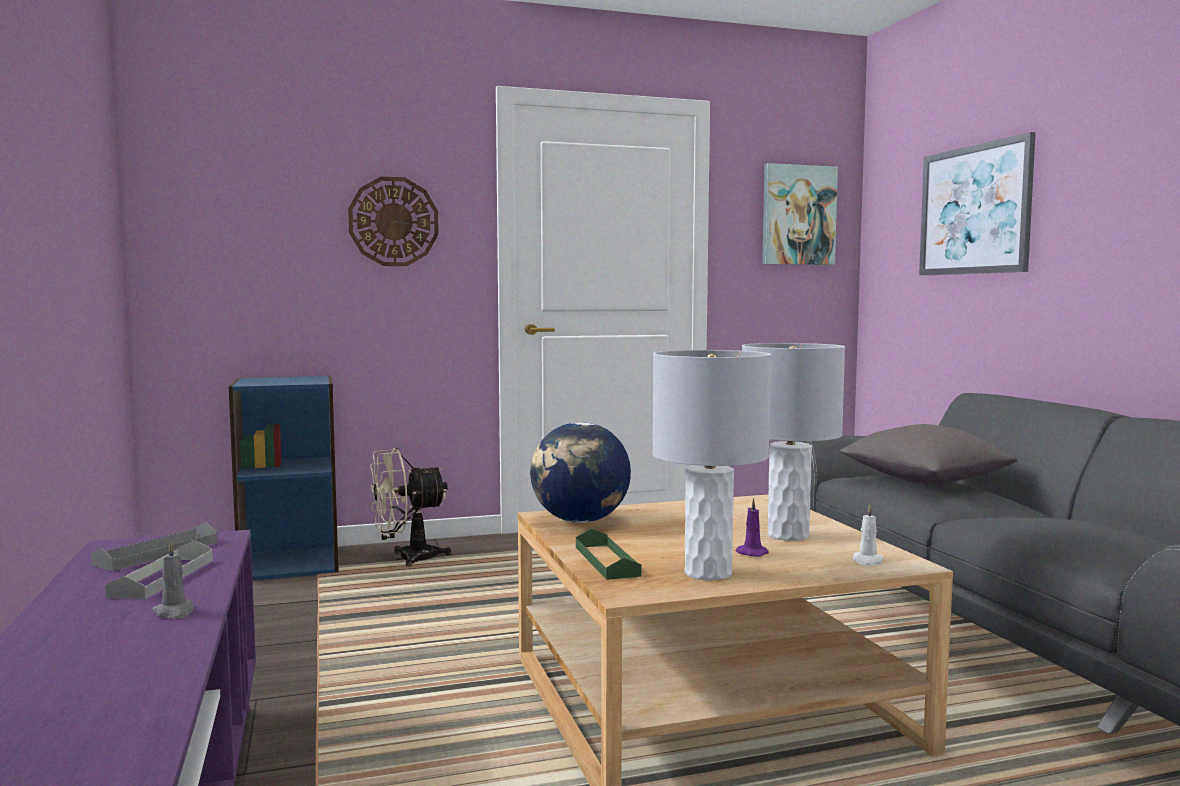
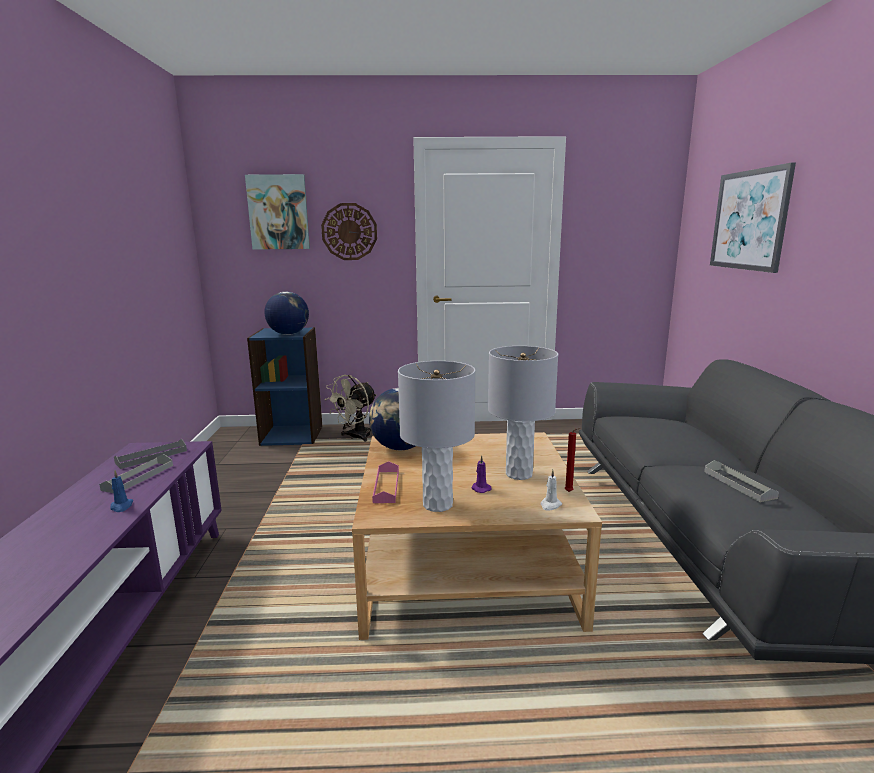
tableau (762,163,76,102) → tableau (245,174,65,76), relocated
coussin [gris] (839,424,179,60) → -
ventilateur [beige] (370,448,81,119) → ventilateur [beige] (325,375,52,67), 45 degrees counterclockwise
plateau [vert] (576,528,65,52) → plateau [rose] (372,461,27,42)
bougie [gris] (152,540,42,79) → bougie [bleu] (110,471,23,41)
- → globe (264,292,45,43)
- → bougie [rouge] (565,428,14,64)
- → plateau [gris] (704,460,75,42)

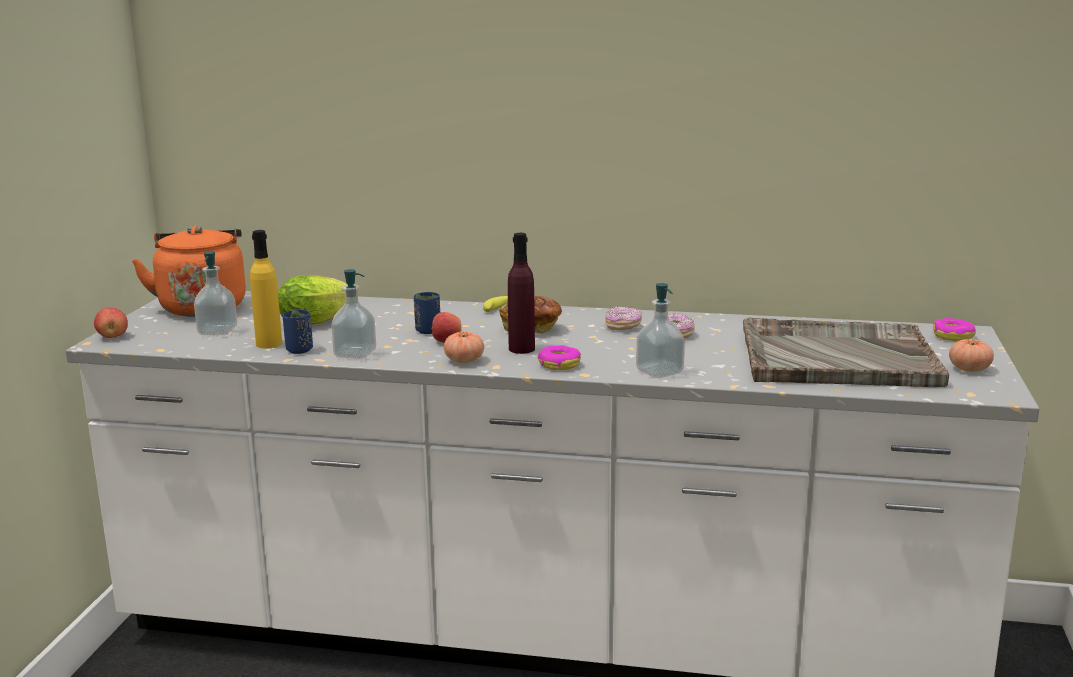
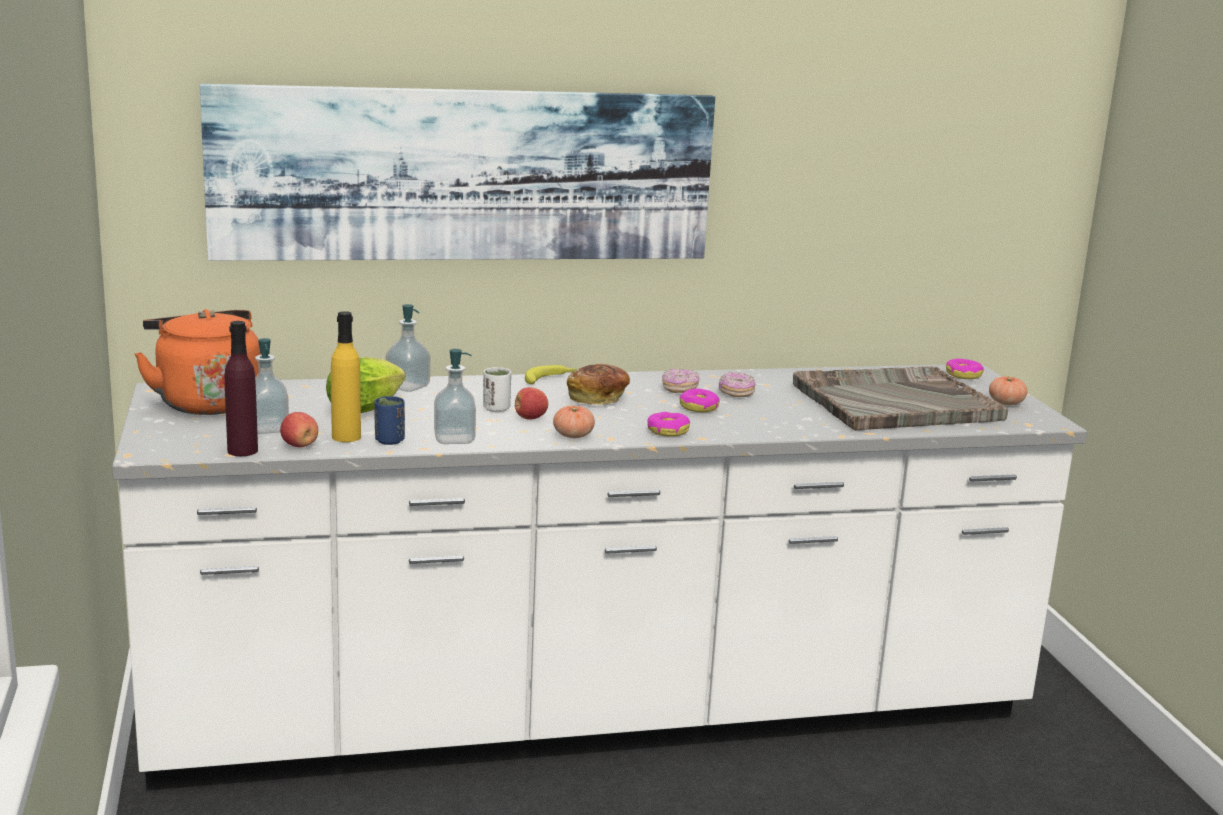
bouteille [violet] (508,233,27,121) → bouteille [violet] (225,321,33,135), relocated
distributeur de savon (636,283,49,95) → distributeur de savon (385,304,45,88), relocated
tasse [bleu] (414,292,26,42) → tasse [blanc] (483,367,28,45)
pomme (94,307,34,31) → pomme (280,412,38,35), relocated
- → tableau (200,84,515,177)
- → beignet (679,388,41,24)

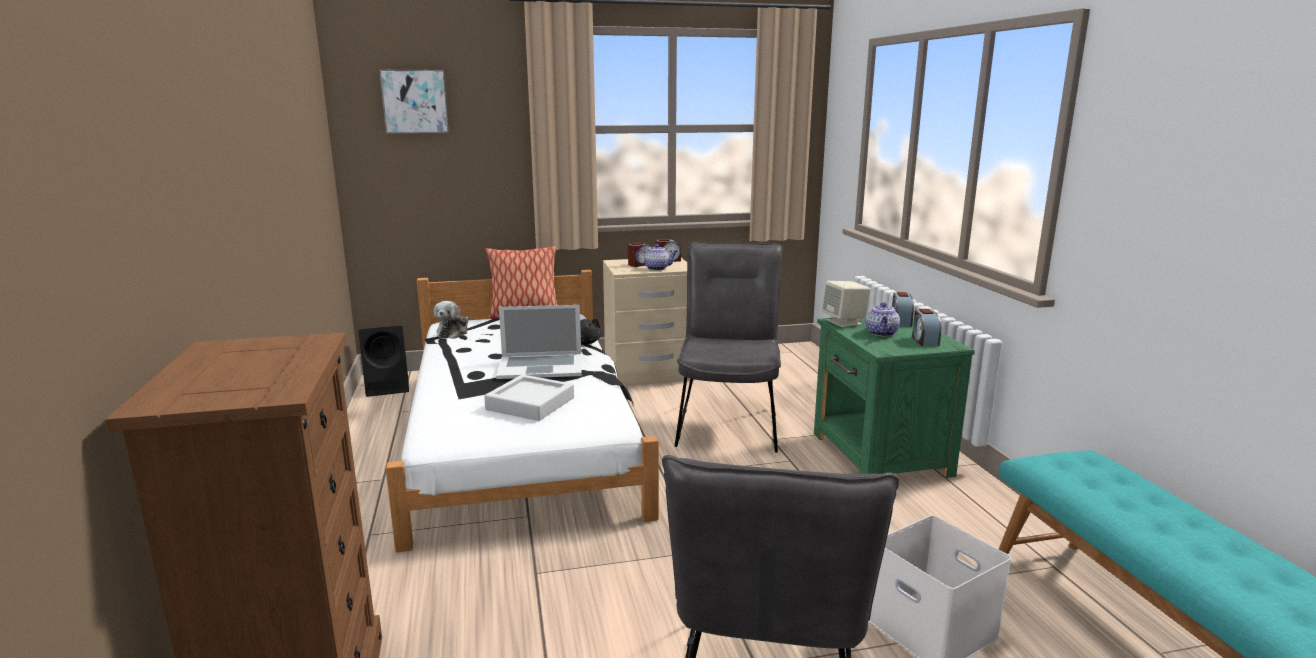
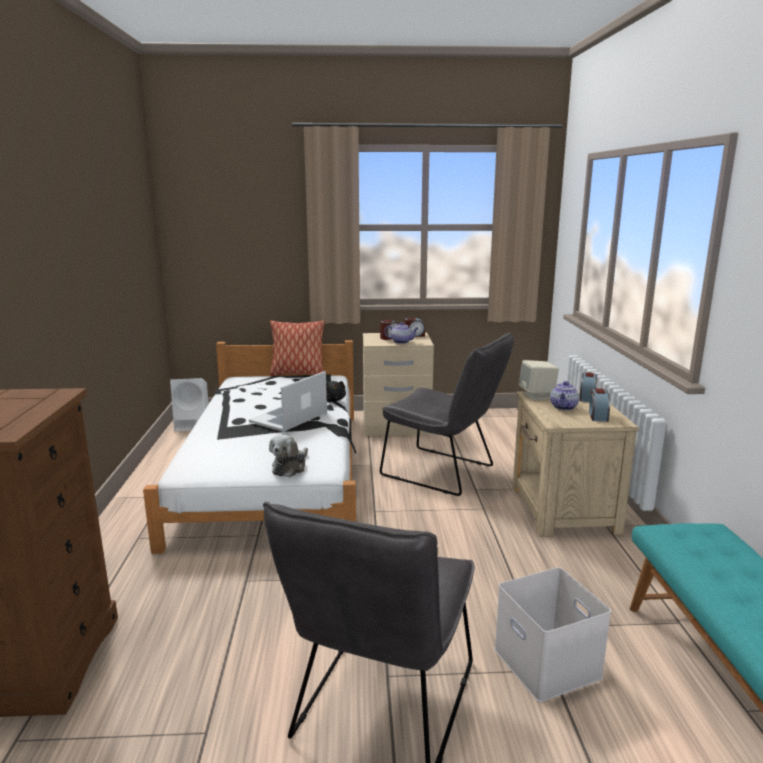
tableau (379,70,70,64) → -
chaise [gris] (675,241,108,212) → chaise [gris] (380,332,134,164), 105 degrees clockwise
peluche (434,301,35,38) → peluche (269,435,39,43), relocated
ordinateur portable (496,305,86,74) → ordinateur portable (249,371,78,61), 120 degrees clockwise
table de chevet [vert] (814,318,161,160) → table de chevet [beige] (513,390,125,147)
enceinte [noir] (358,326,51,71) → enceinte [blanc] (170,378,39,53)
plateau [gris] (484,374,90,47) → -

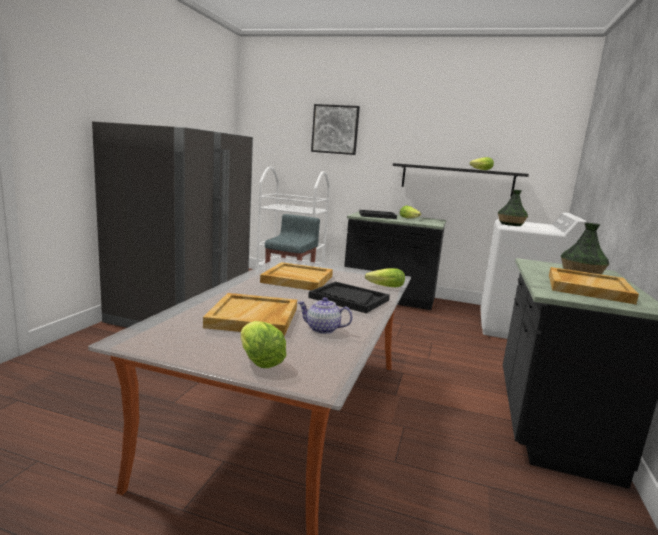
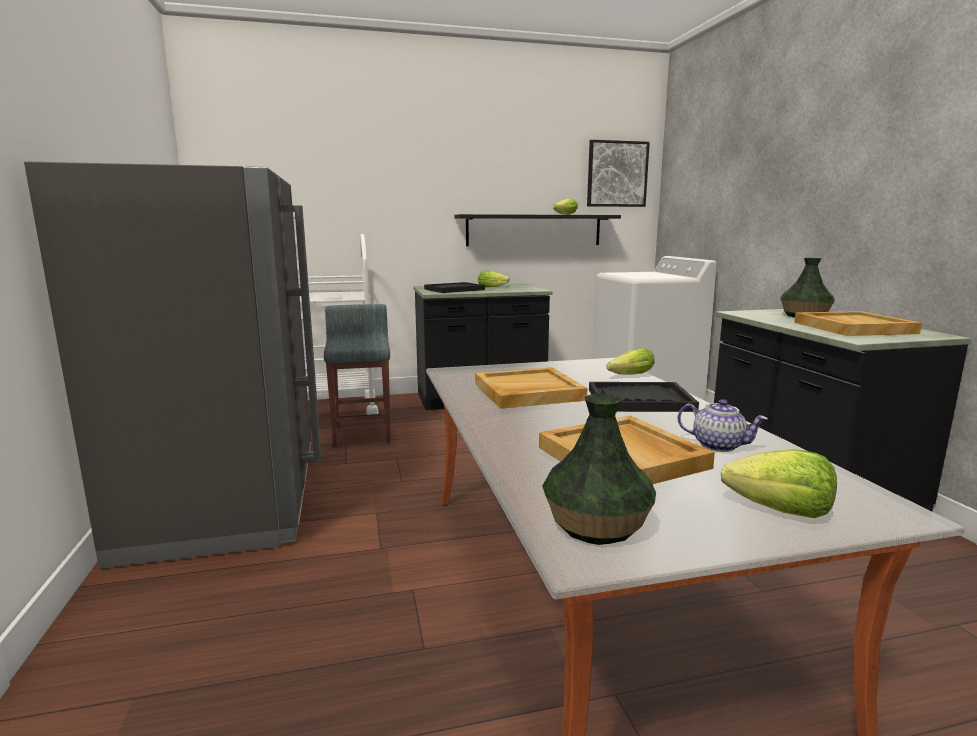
tableau (311,104,49,51) → tableau (587,140,63,67), relocated
vase (498,190,30,36) → vase (542,394,114,151), relocated
théière (298,297,55,37) → théière (678,399,90,53), 135 degrees counterclockwise

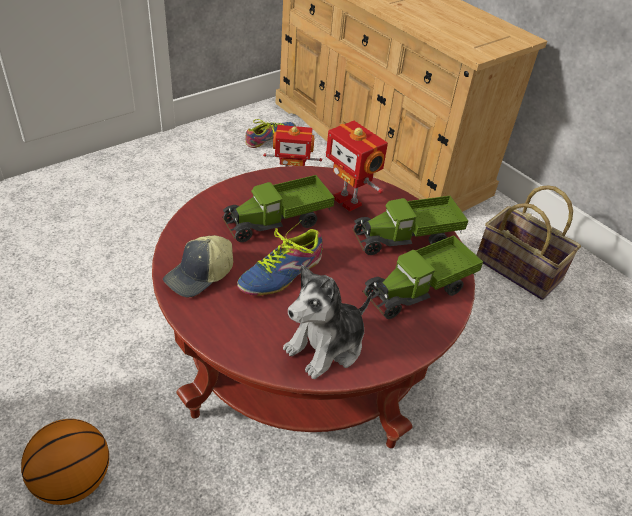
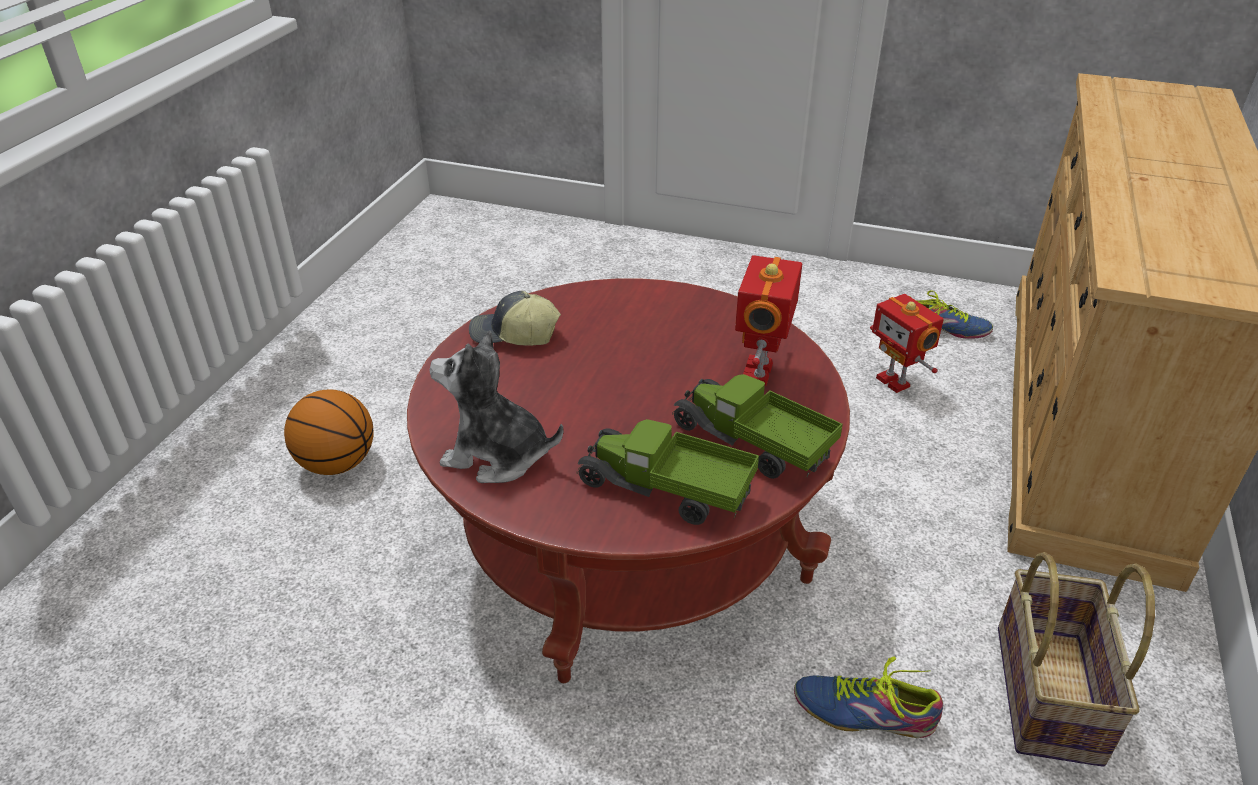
camion jouet (222,175,113,67) → -
chaussure (237,220,86,76) → chaussure (794,656,149,82), relocated

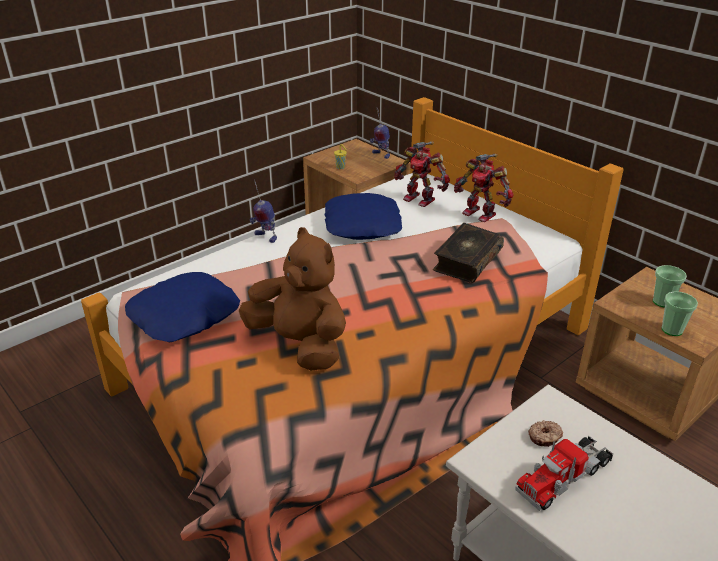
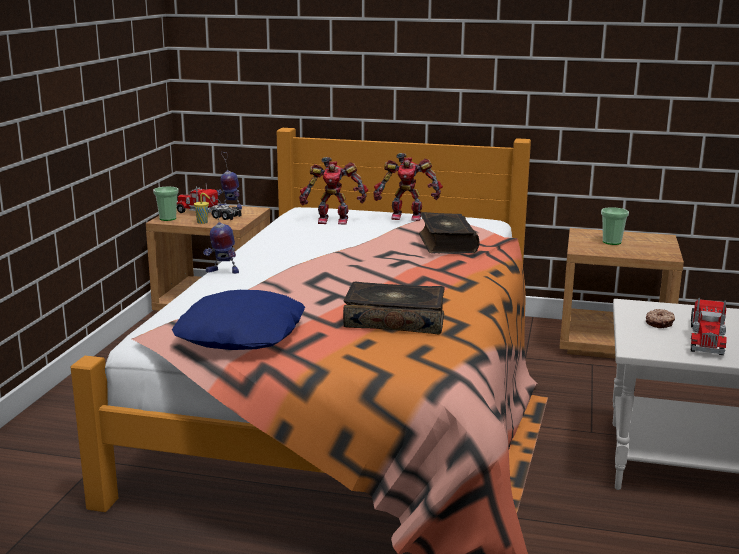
coussin [bleu] (324,193,78,47) → -
peluche [marron] (239,227,107,143) → livre (343,282,102,52)
tasse (662,291,36,45) → tasse (153,187,26,34), relocated
- → camion jouet (177,184,64,36)

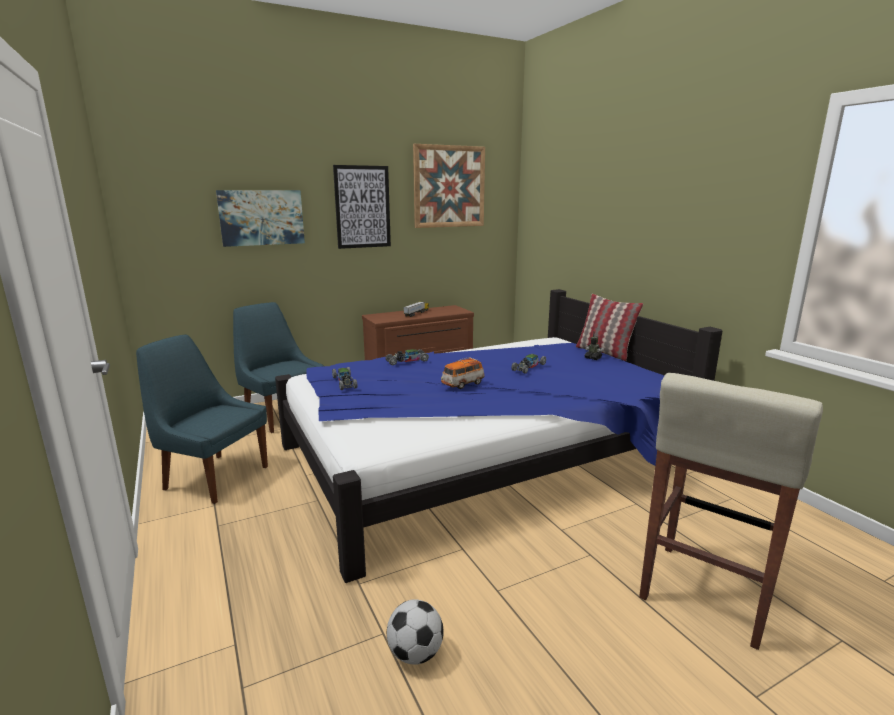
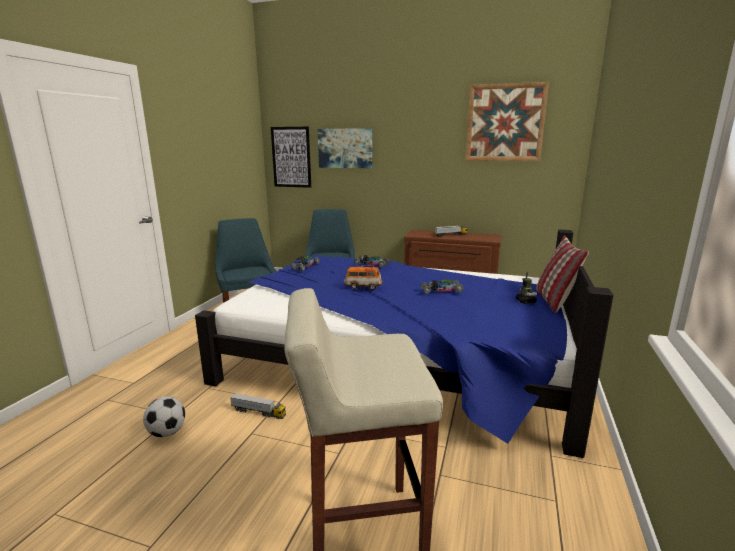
tableau (333,165,58,84) → tableau (271,127,40,61), relocated
- → camion jouet (230,393,56,26)

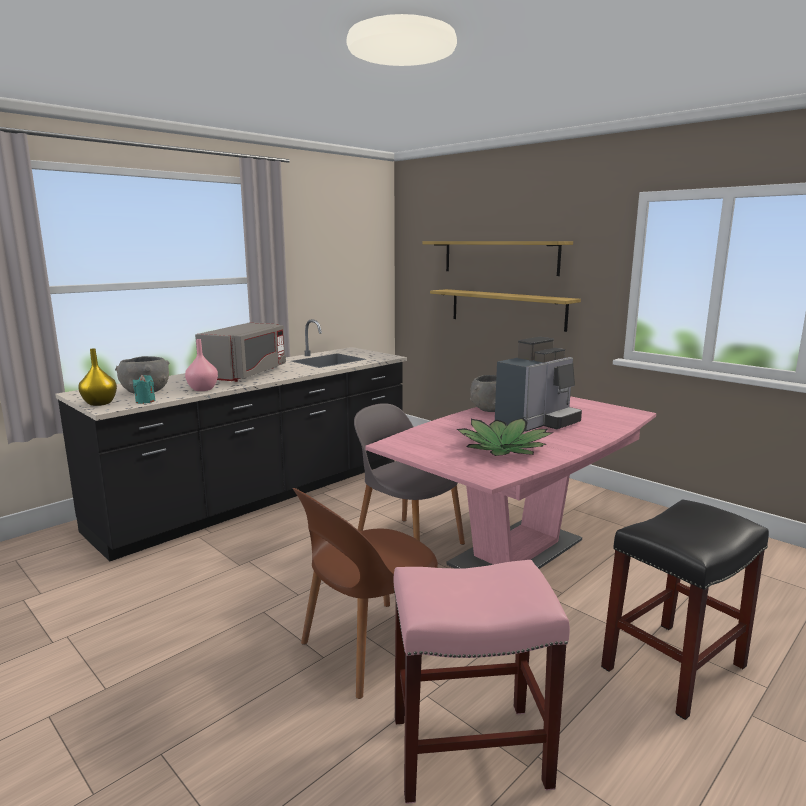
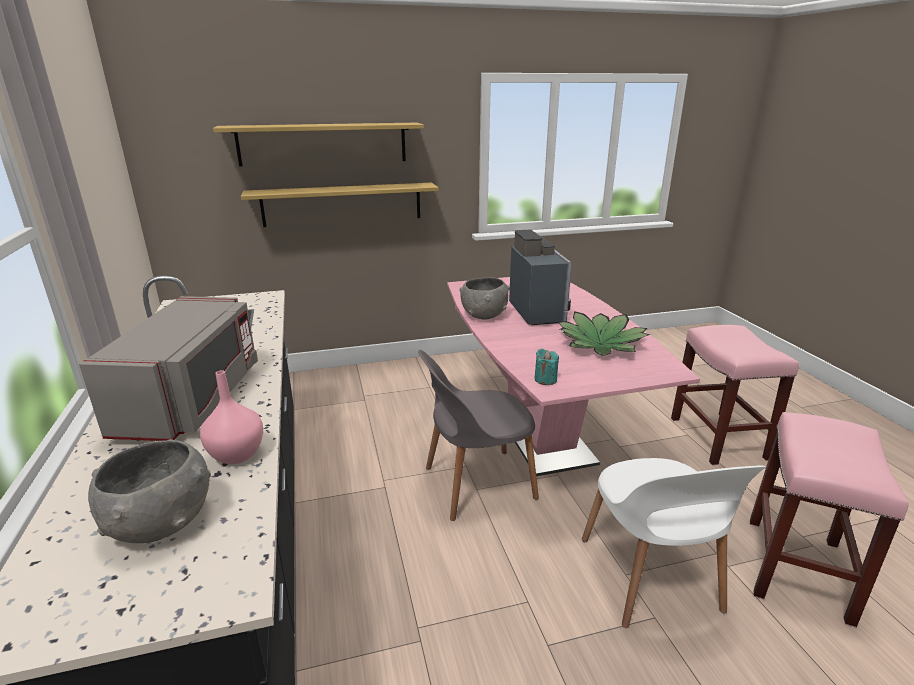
micro-ondes [gris] (195,322,91,60) → micro-ondes [gris] (79,296,179,145), 45 degrees clockwise
vase [jaune] (78,348,39,58) → -
bougie [turquoise] (133,375,22,29) → bougie [turquoise] (535,349,24,36), relocated
chaise [marron] (292,488,146,211) → chaise [blanc] (582,458,184,170)
tabouret [noir] (601,499,168,221) → tabouret [rose] (671,325,128,140)

